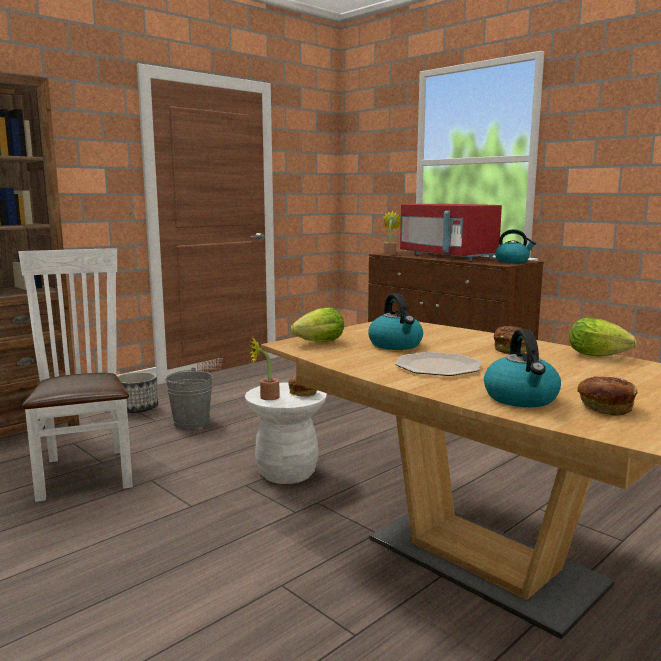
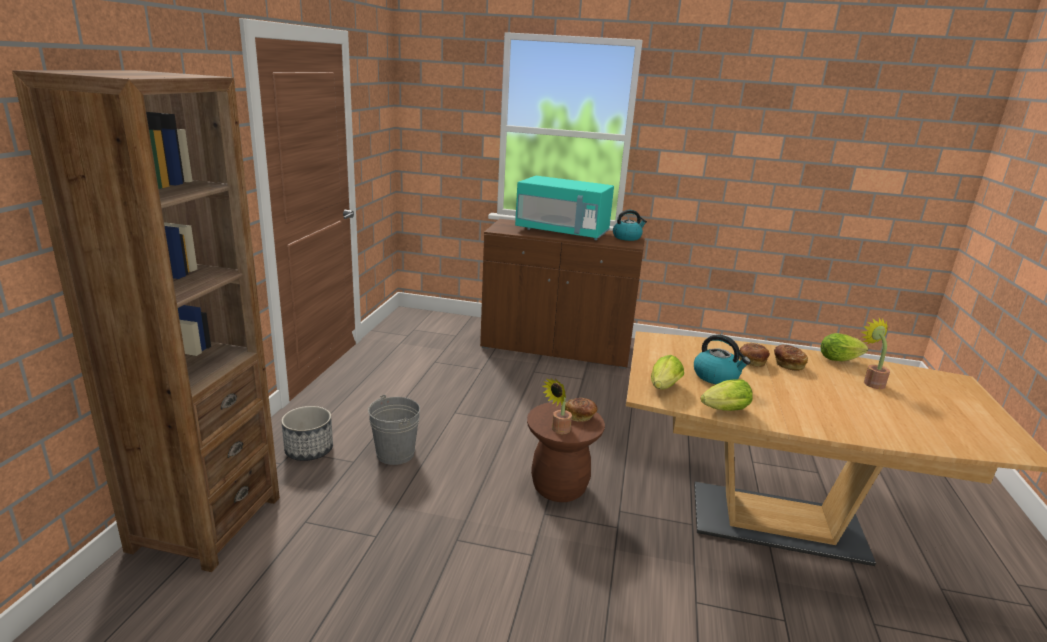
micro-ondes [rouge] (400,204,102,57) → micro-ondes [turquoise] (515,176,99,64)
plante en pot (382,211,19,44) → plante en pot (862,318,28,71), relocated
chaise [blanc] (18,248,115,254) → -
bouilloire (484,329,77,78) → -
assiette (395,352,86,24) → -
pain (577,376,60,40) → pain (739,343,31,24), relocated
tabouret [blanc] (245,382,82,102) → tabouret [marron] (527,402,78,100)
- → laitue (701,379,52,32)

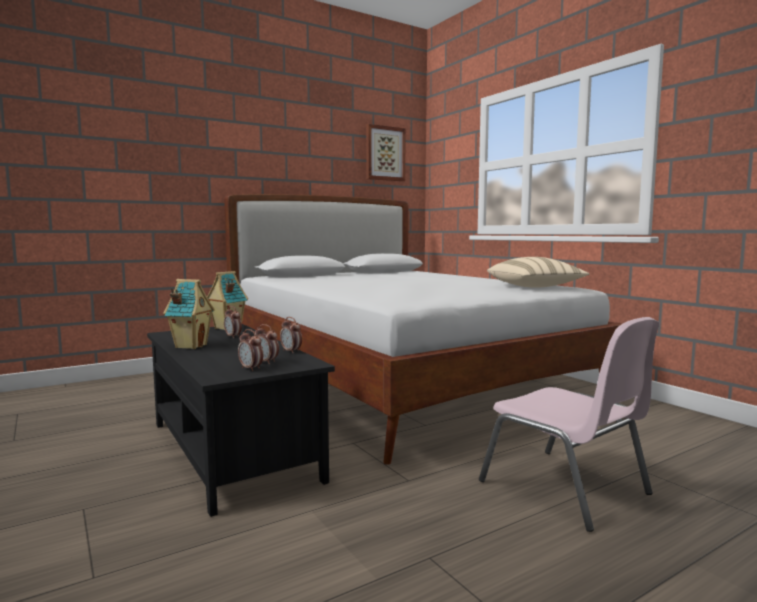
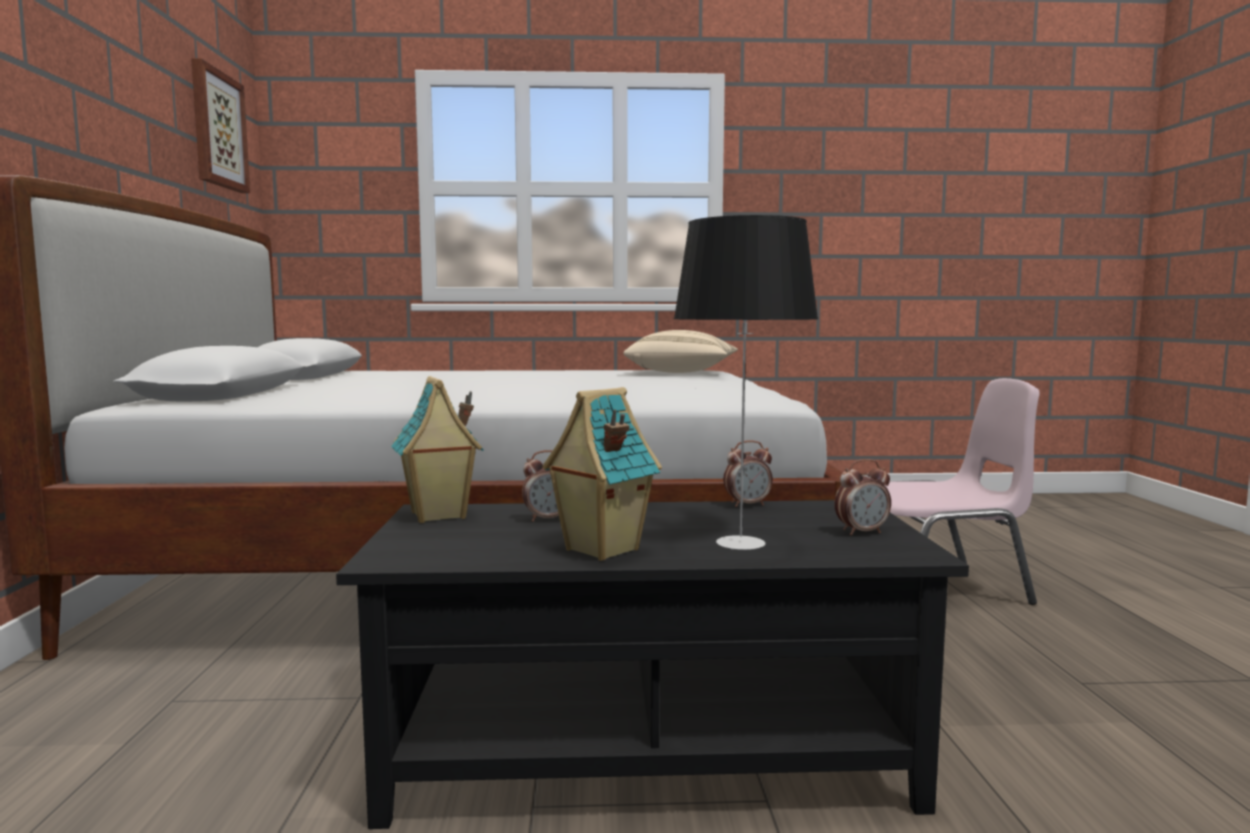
réveil (255,324,24,40) → -
- → lampe de table (674,215,144,335)

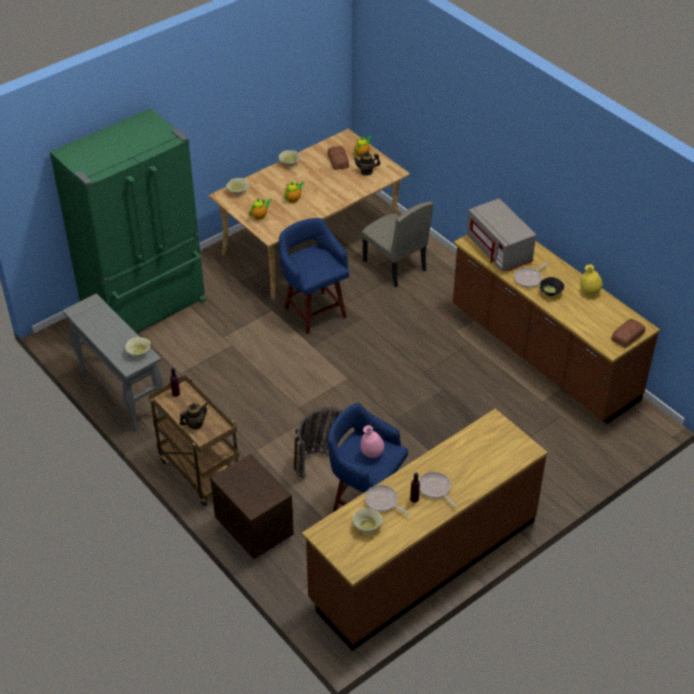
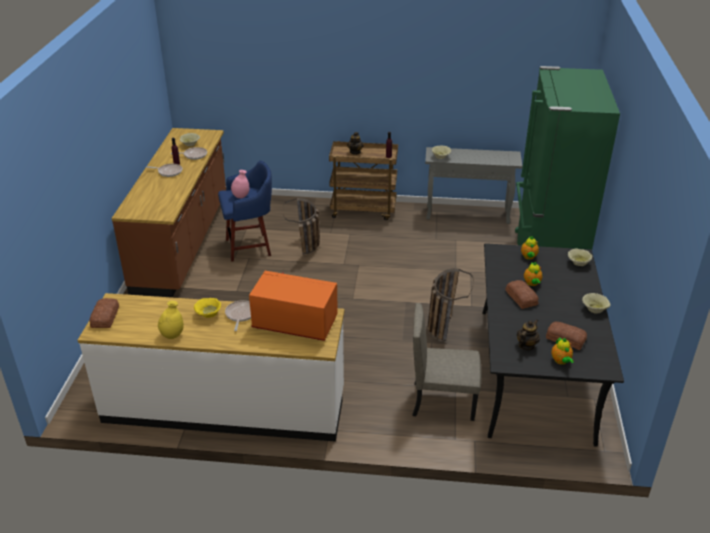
table à manger [beige] (209,129,201,171) → table à manger [noir] (483,243,141,204)
micro-ondes [gris] (467,198,69,74) → micro-ondes [orange] (249,271,89,70)
tabouret [bleu] (279,218,70,116) → panier (428,268,46,73)
comptoir de cuisine [marron] (453,235,207,189) → comptoir de cuisine [blanc] (78,293,266,149)
bol [noir] (540,277,24,19) → bol [jaune] (194,298,27,20)
table de chevet [marron] (210,454,84,105) → -
- → pain (505,280,34,29)

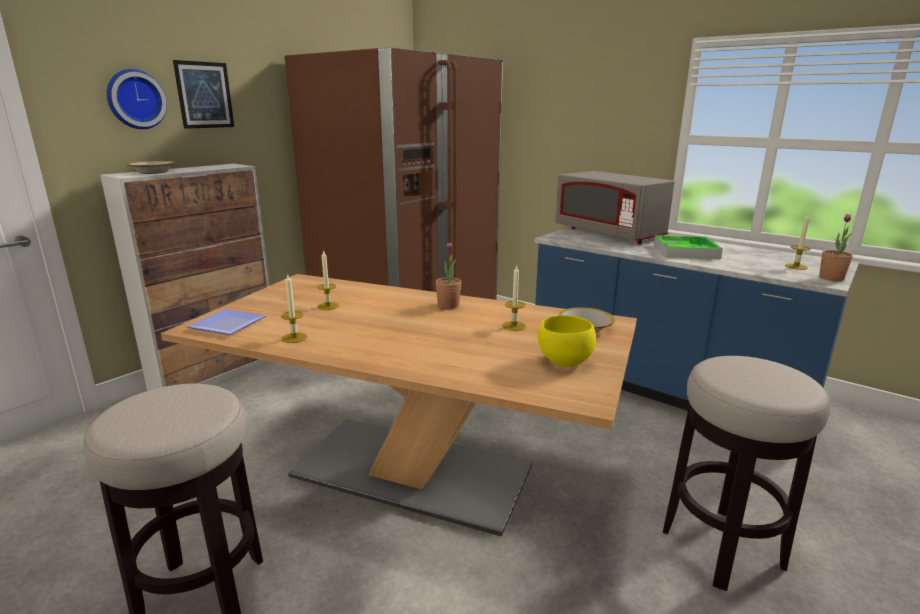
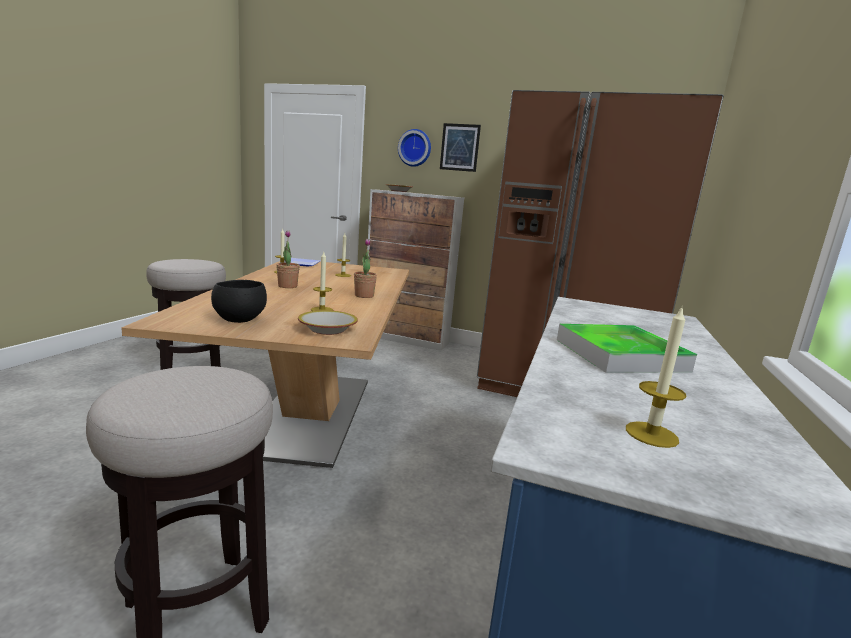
micro-ondes [gris] (555,171,119,73) → -
plante en pot (819,214,34,67) → plante en pot (276,230,24,58), relocated
bol [jaune] (538,315,58,52) → bol [noir] (211,280,56,43)

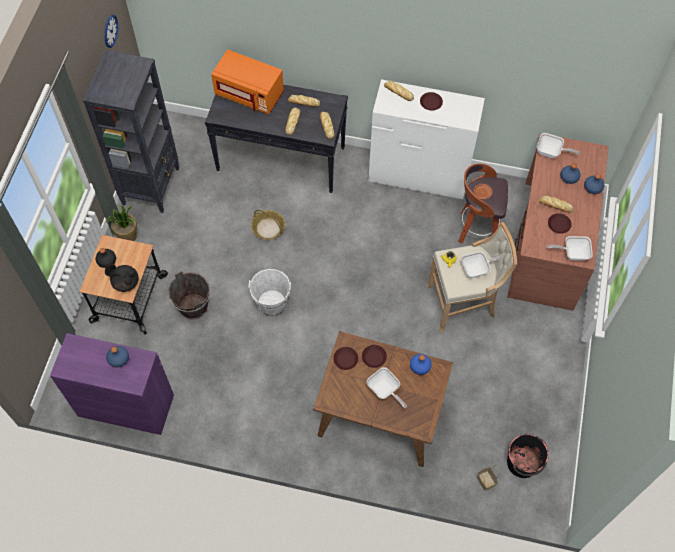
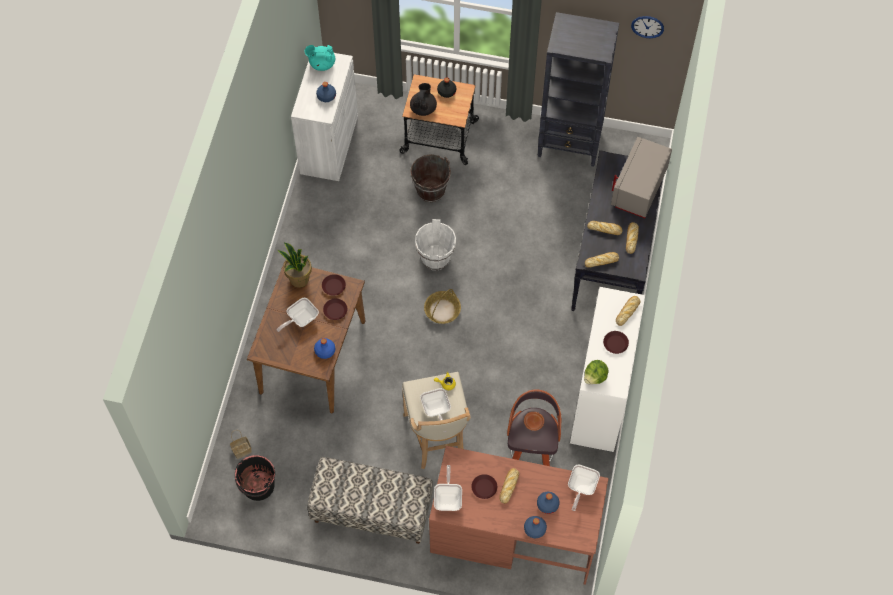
micro-ondes [orange] (211,50,73,64) → micro-ondes [gris] (611,137,61,81)
plante en pot (106,205,31,36) → plante en pot (278,243,34,45), relocated
panier (251,210,34,30) → panier (424,289,37,35), relocated
meuble de rangement [violet] (50,333,124,102) → meuble de rangement [blanc] (291,53,67,128)
- → théière [turquoise] (305,45,30,26)
- → laitue (584,360,25,24)
- → banc (307,457,126,87)

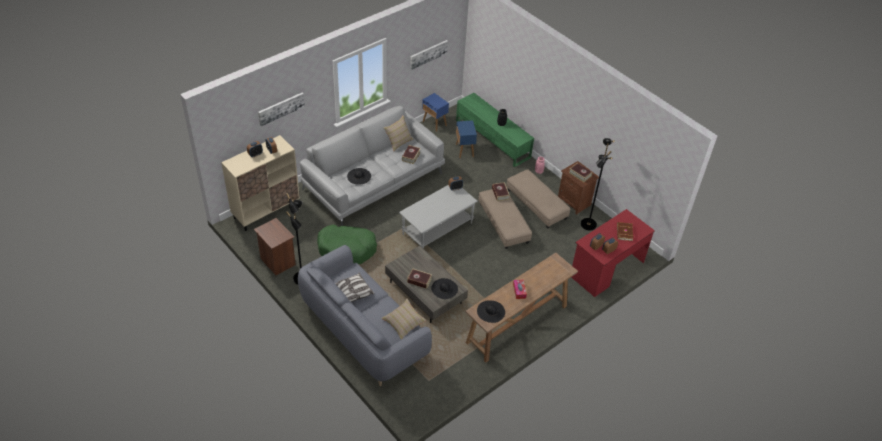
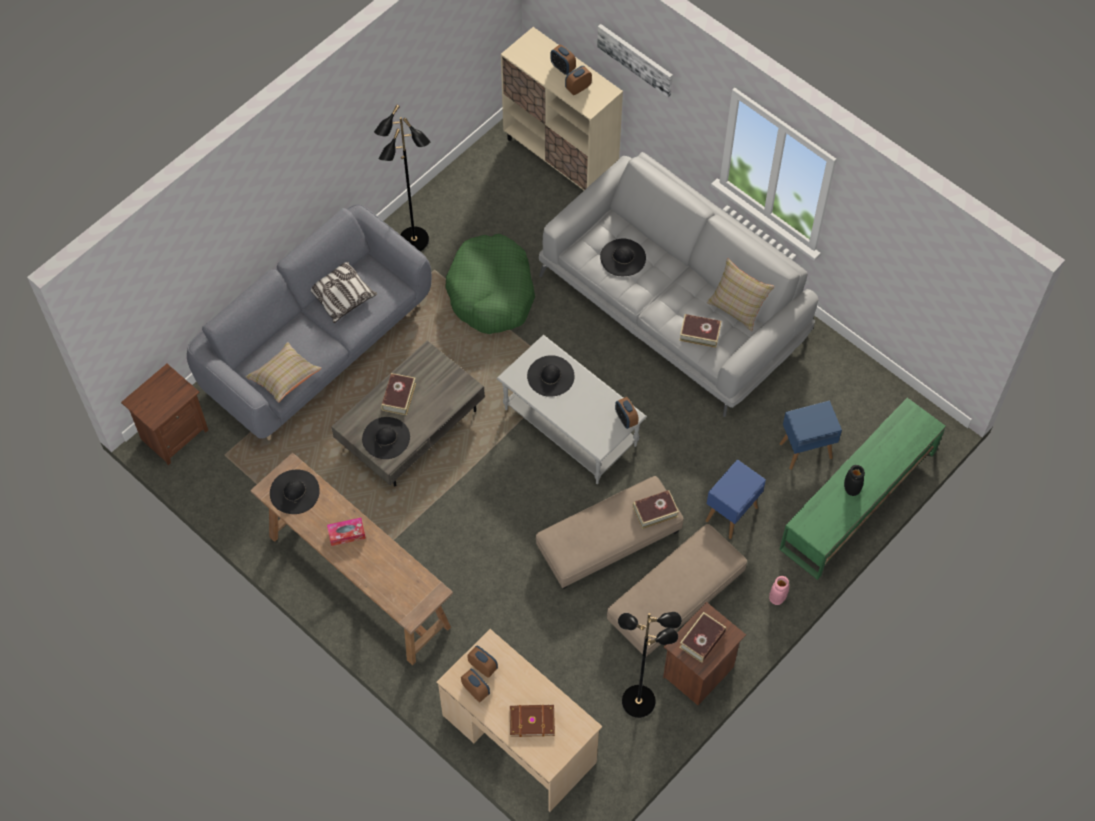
tableau (410,40,38,30) → -
table d'appoint [bleu] (422,93,27,39) → table d'appoint [bleu] (705,459,61,80), relocated
bureau [rouge] (571,209,84,88) → bureau [beige] (436,629,166,183)
table de chevet [marron] (254,218,42,57) → table de chevet [marron] (121,364,87,101), relocated
- → chapeau [noir] (527,355,48,42)

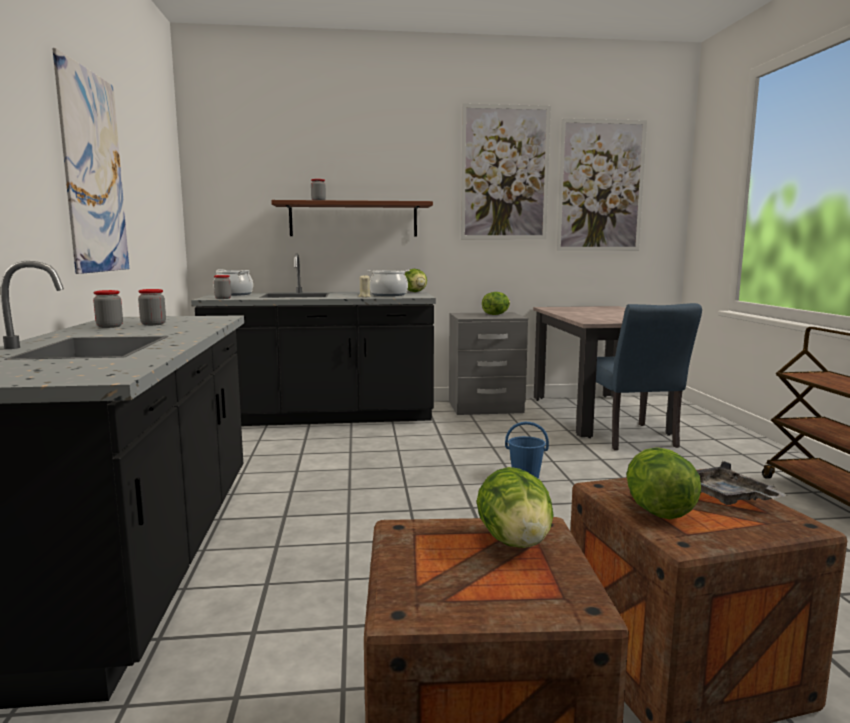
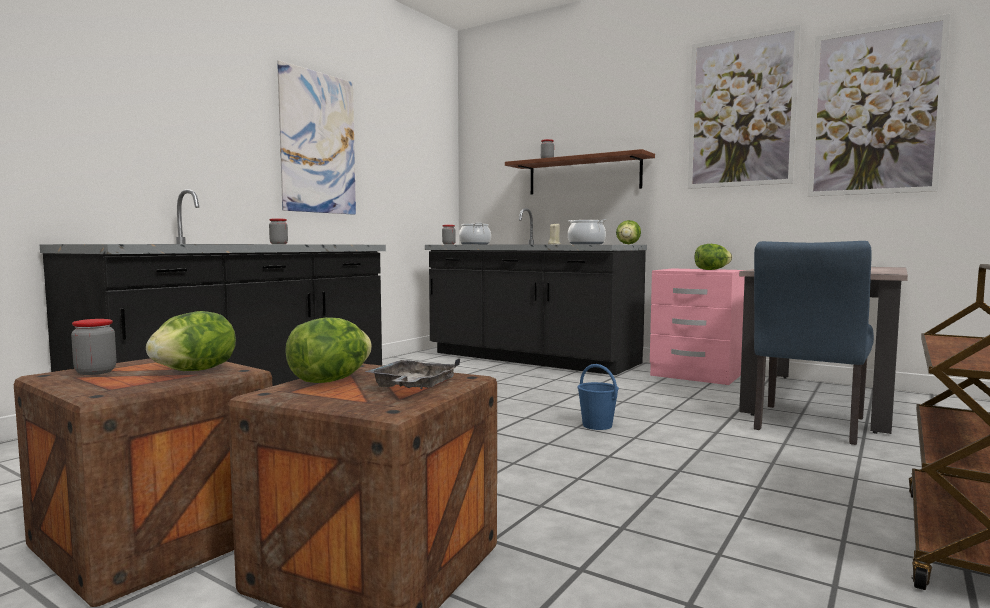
bocal (138,289,28,37) → bocal (71,319,45,56), relocated
table de chevet [gris] (449,312,79,103) → table de chevet [rose] (650,269,95,116)

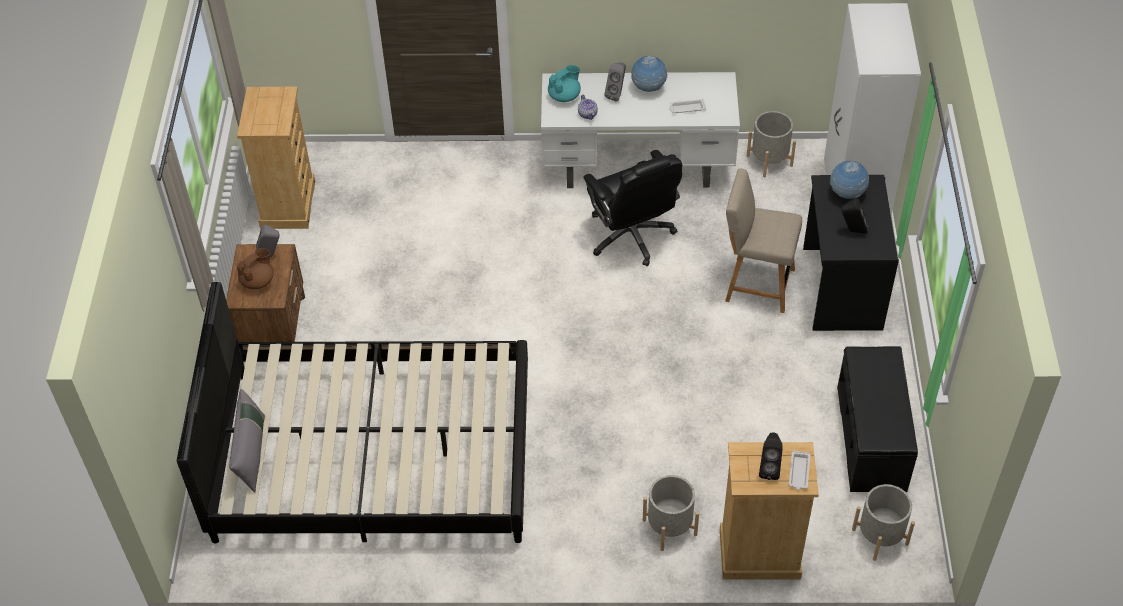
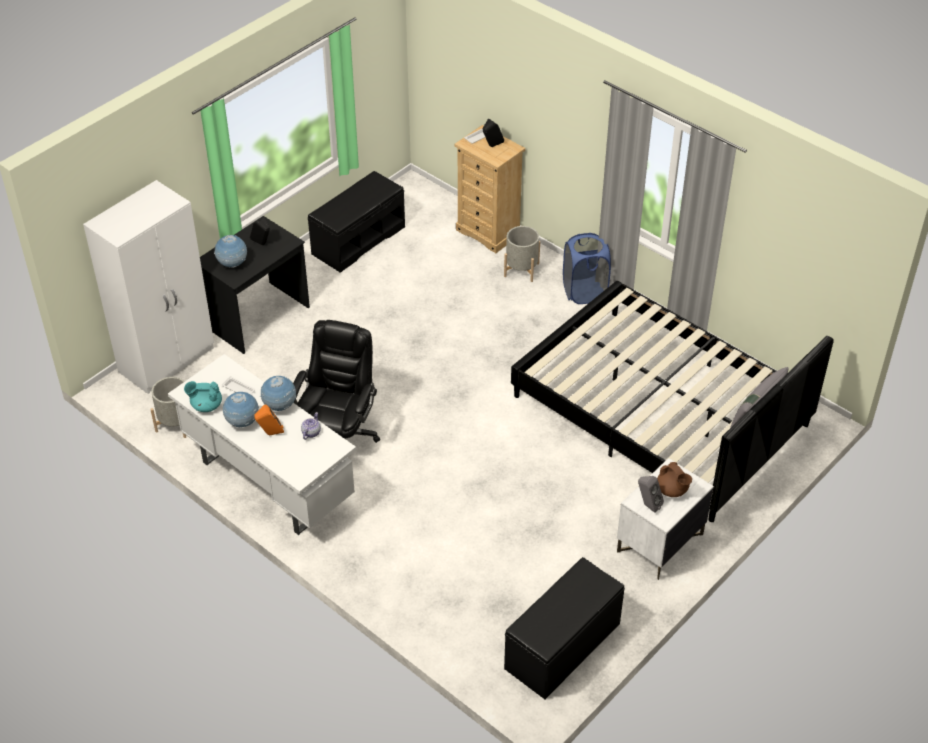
enceinte [gris] (605,62,21,40) → enceinte [orange] (254,405,30,30)
théière [turquoise] (548,65,33,37) → théière [turquoise] (184,381,38,31), relocated
commode [beige] (237,86,78,143) → banc [noir] (504,557,121,142)
chaise [beige] (725,168,77,145) → -
table de chevet [marron] (226,244,79,98) → table de chevet [blanc] (617,458,97,122)
théière [marron] (237,248,37,41) → théière [marron] (657,462,35,35), 120 degrees counterclockwise
cache-pot [gris] (852,484,63,77) → -
- → panier à linge [bleu] (563,233,48,71)
- → globe (260,376,36,35)

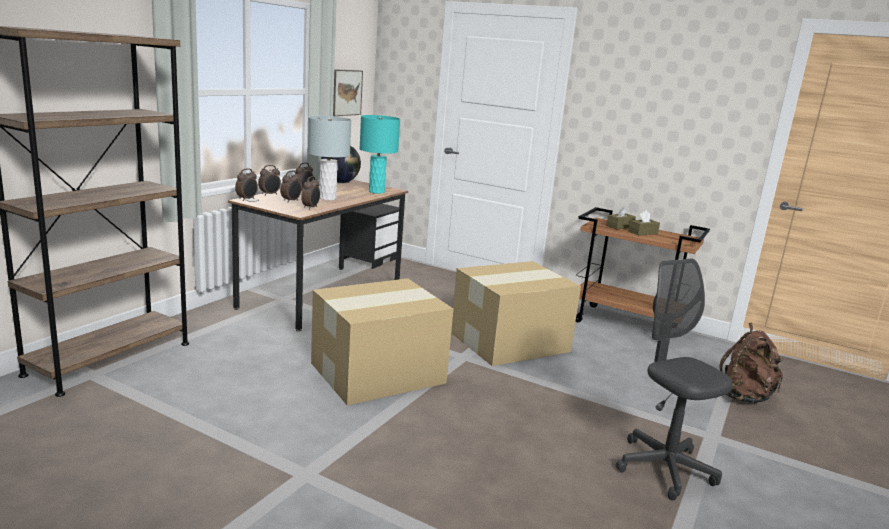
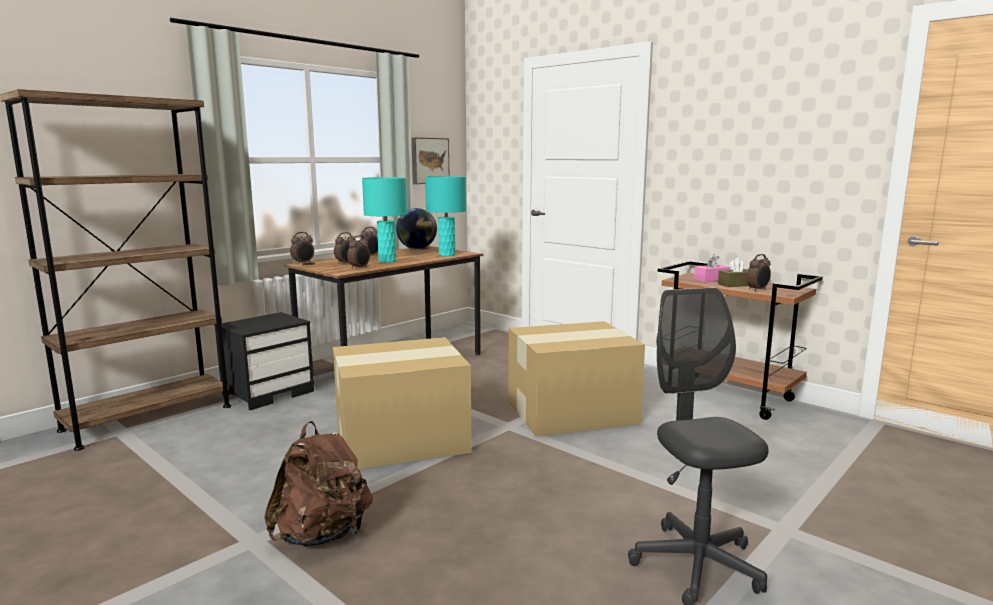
lampe de table [gris] (308,116,43,84) → lampe de table [turquoise] (362,177,45,85)
réveil (258,165,23,31) → réveil (746,254,25,37), relocated
table de chevet [noir] (344,204,55,65) → table de chevet [noir] (215,312,99,99), relocated
boîte à mouchoirs [marron] (606,205,30,24) → boîte à mouchoirs [rose] (694,254,36,28)
sac à dos [marron] (719,323,64,80) → sac à dos [marron] (264,421,109,126), relocated

